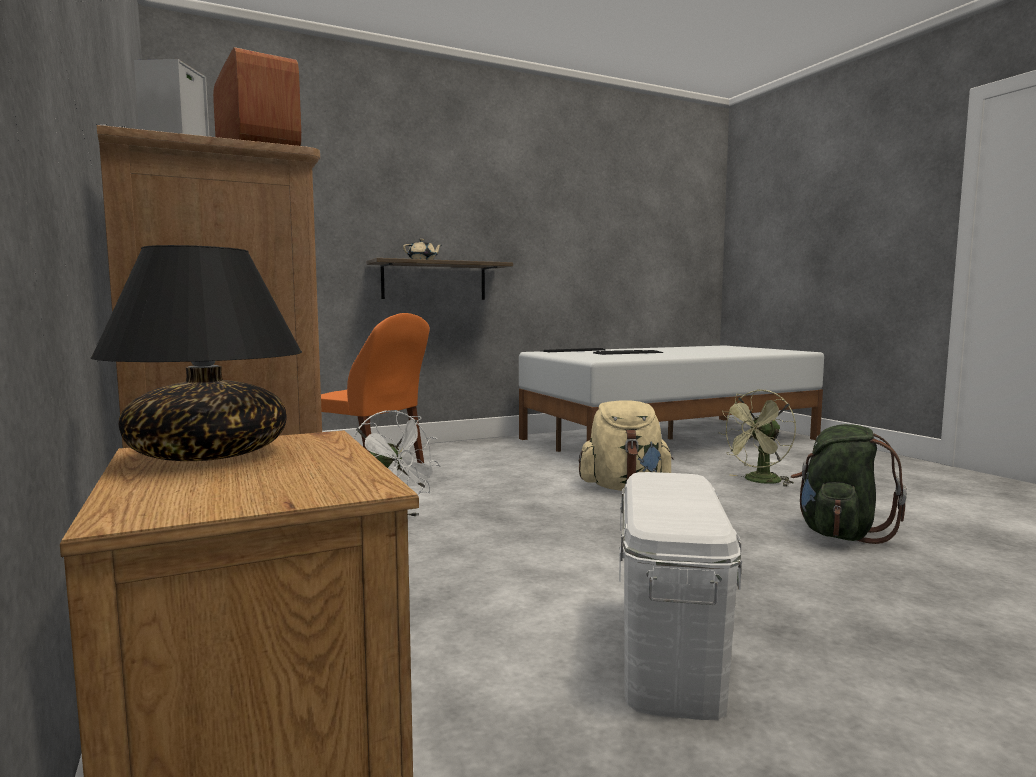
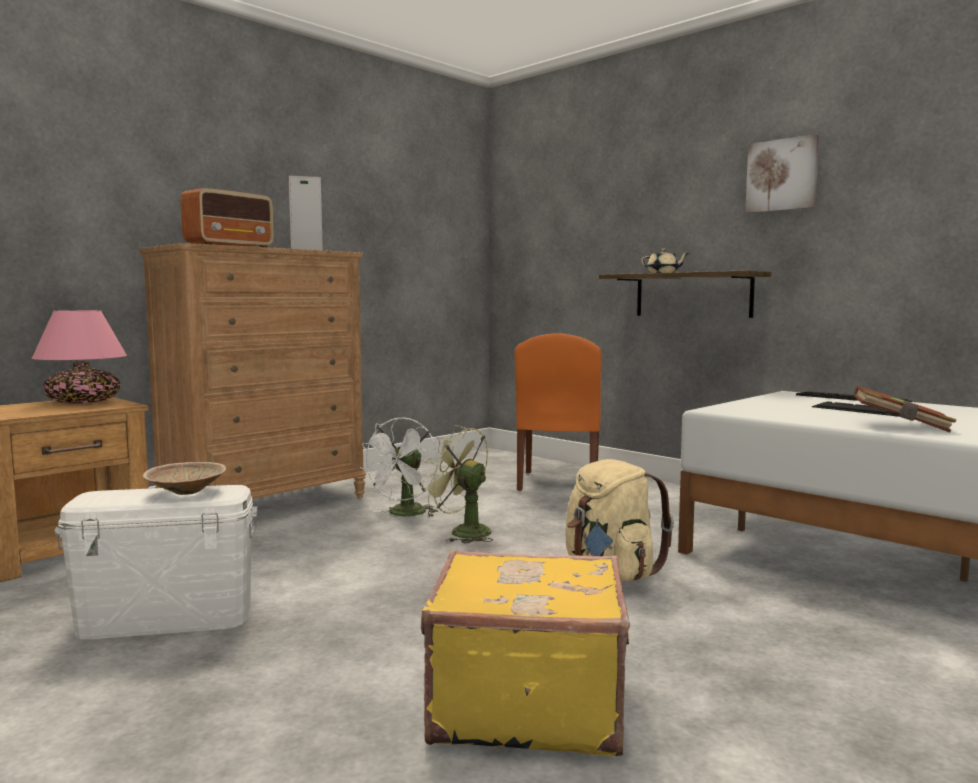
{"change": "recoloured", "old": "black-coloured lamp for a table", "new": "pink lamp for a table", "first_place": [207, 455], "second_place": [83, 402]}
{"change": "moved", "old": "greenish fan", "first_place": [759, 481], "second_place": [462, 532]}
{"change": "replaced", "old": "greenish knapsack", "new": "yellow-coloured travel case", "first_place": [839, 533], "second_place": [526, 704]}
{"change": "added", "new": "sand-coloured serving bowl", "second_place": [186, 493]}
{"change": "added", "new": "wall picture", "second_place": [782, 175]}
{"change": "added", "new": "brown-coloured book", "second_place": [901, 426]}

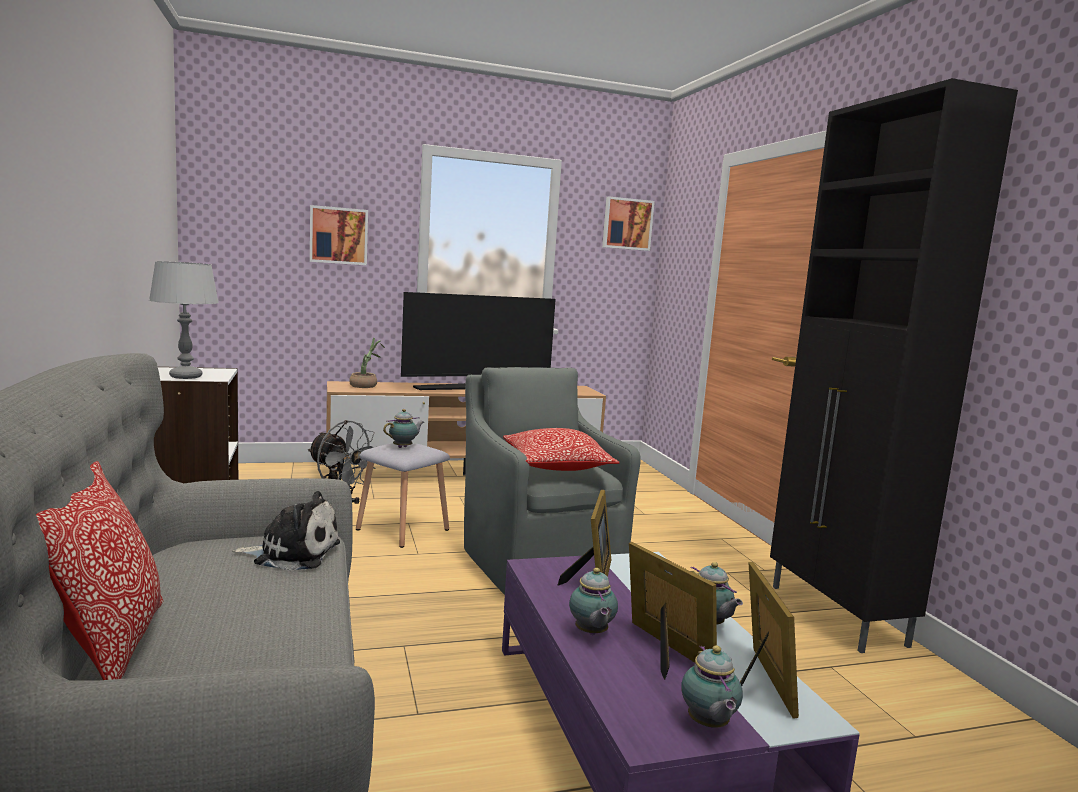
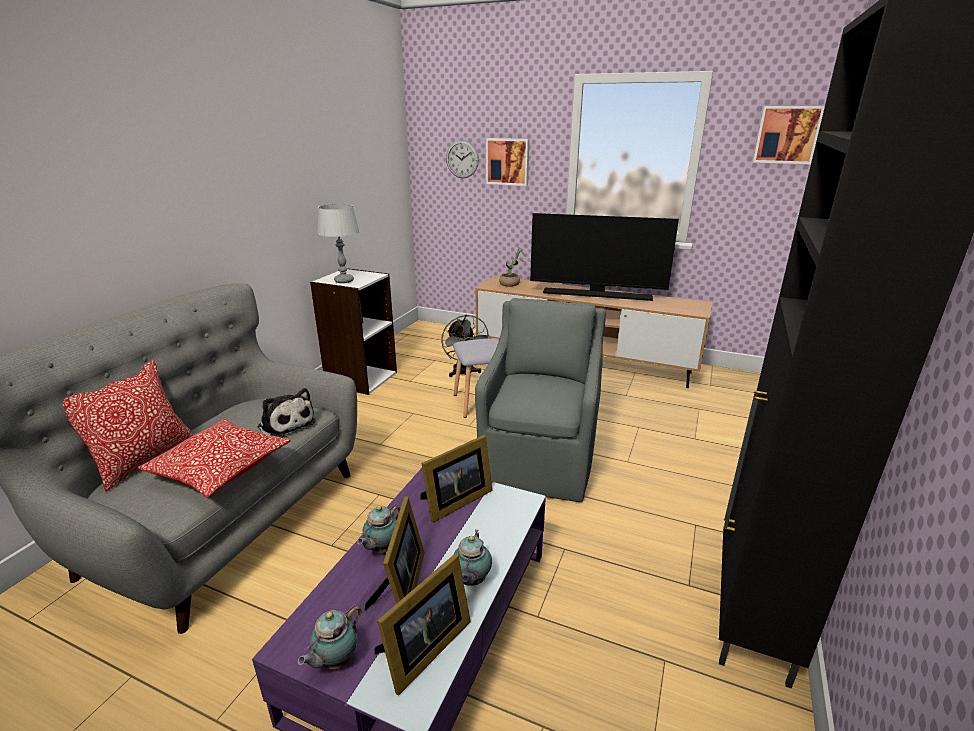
{"change": "removed", "old": "teapot", "first_place": [404, 447]}
{"change": "moved", "old": "cushion", "first_place": [556, 466], "second_place": [220, 469]}
{"change": "added", "new": "hanging clock", "second_place": [462, 159]}

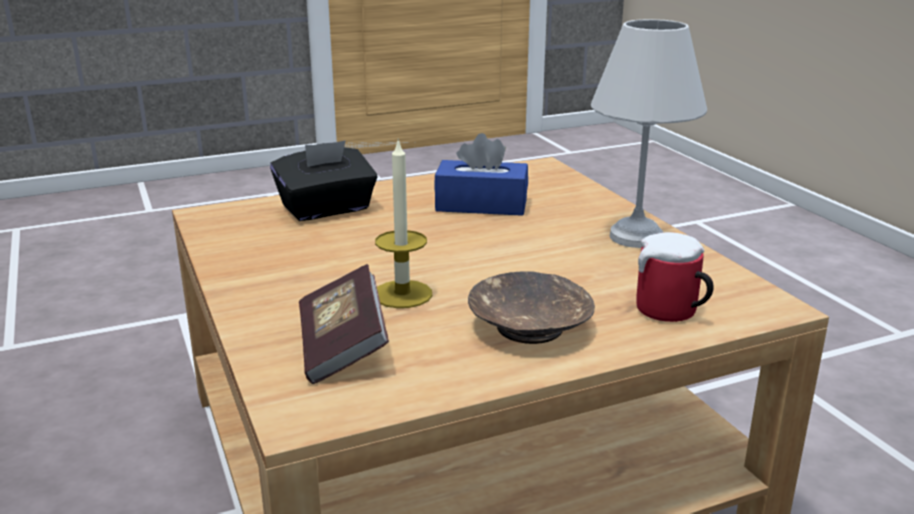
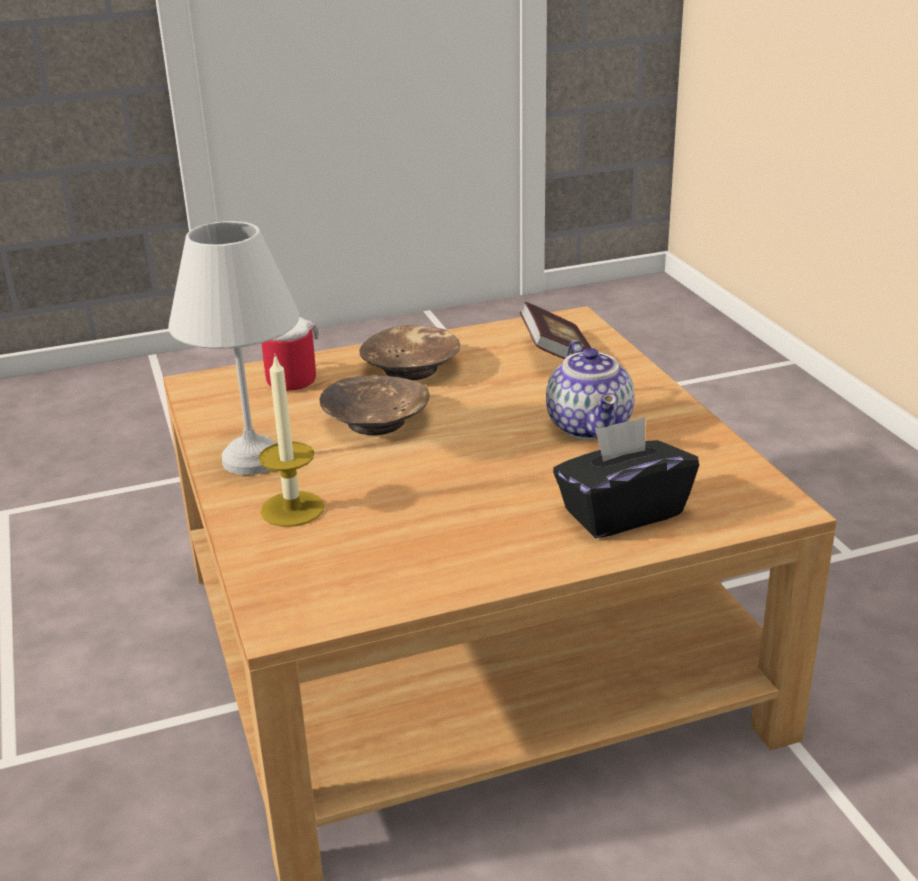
{"change": "moved", "old": "wax light", "first_place": [402, 294], "second_place": [292, 509]}
{"change": "removed", "old": "bluish box of tissues", "first_place": [481, 205]}
{"change": "added", "new": "brown-coloured serving bowl", "second_place": [376, 422]}
{"change": "added", "new": "teapot", "second_place": [591, 427]}

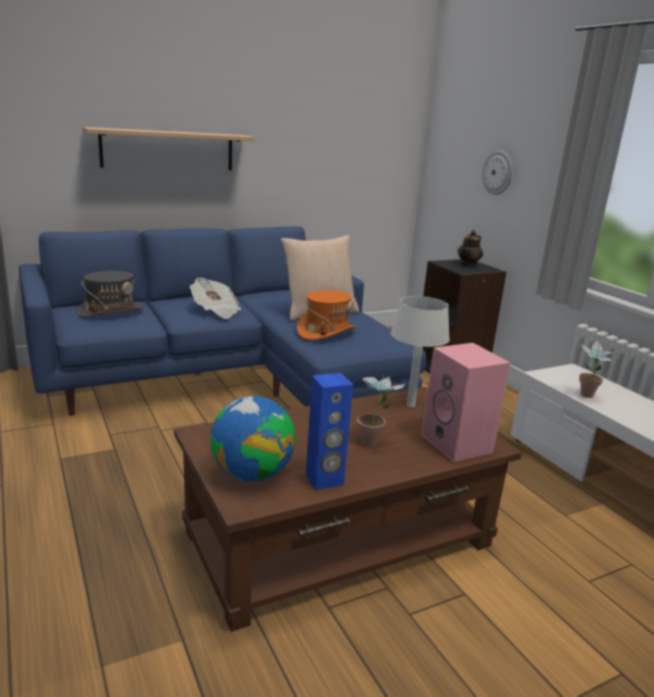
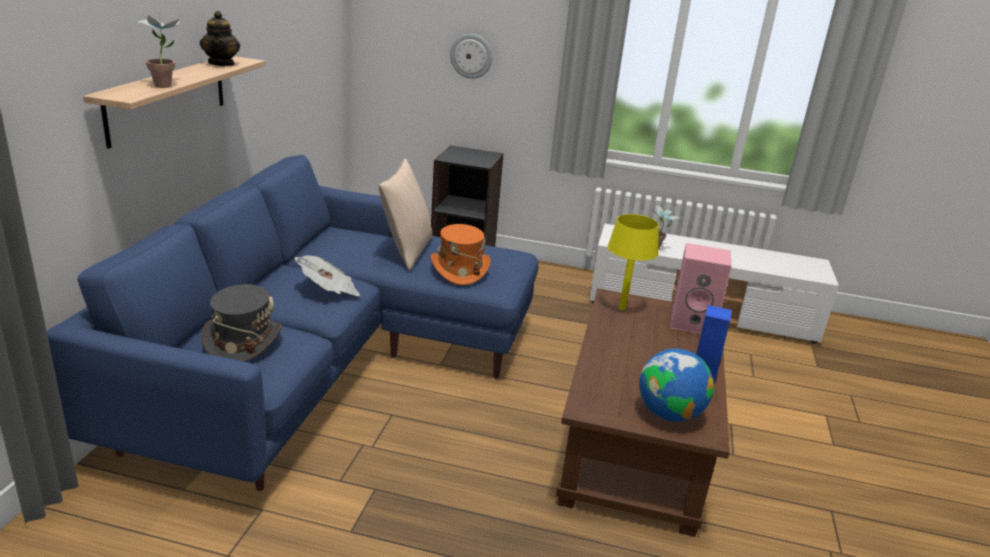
{"change": "moved", "old": "houseplant", "first_place": [374, 441], "second_place": [166, 85]}
{"change": "recoloured", "old": "whitish lamp for a table", "new": "yellow-coloured lamp for a table", "first_place": [410, 405], "second_place": [622, 308]}
{"change": "moved", "old": "teapot", "first_place": [468, 265], "second_place": [222, 64]}

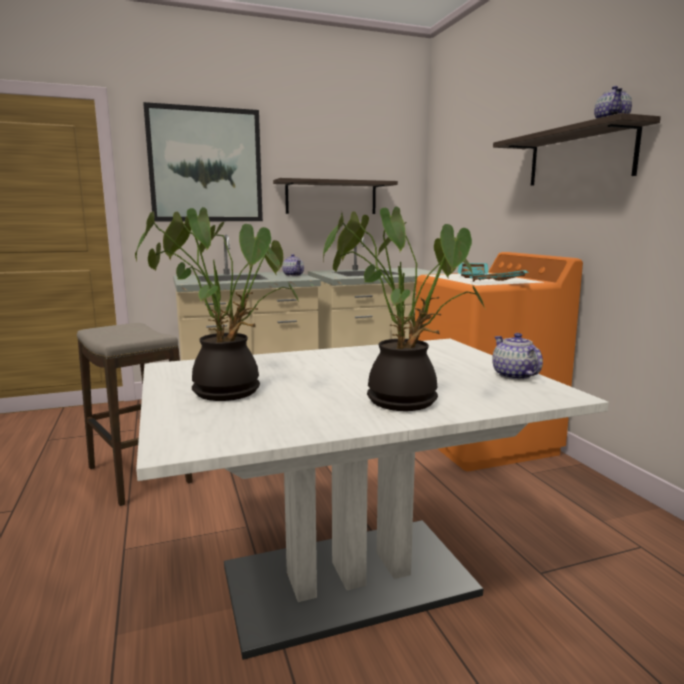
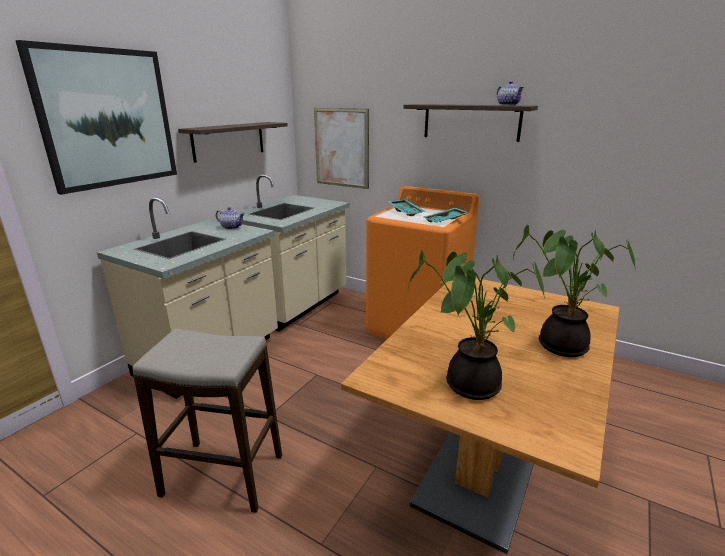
{"change": "recoloured", "old": "whitish kitchen table", "new": "brown-coloured kitchen table", "first_place": [348, 581], "second_place": [483, 465]}
{"change": "removed", "old": "teapot", "first_place": [514, 375]}
{"change": "added", "new": "wall picture", "second_place": [341, 148]}

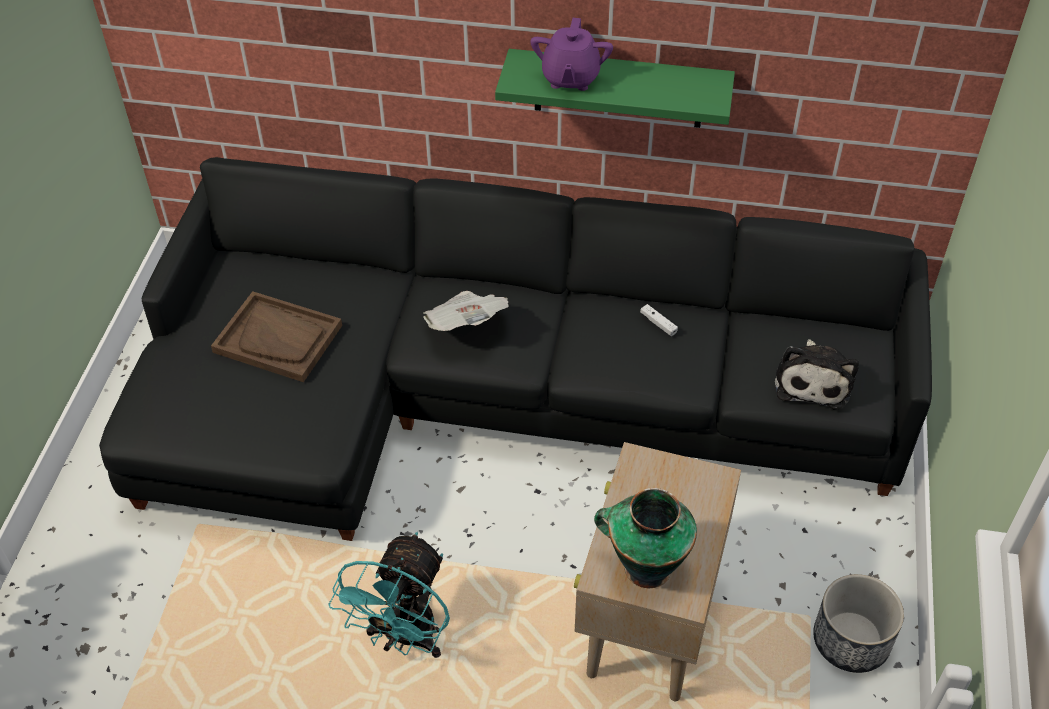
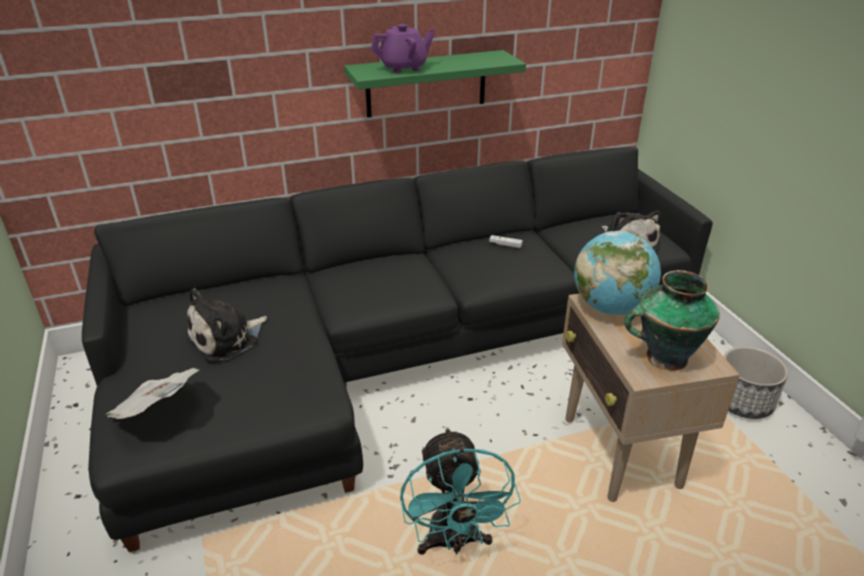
{"change": "replaced", "old": "brown-coloured carrying tray", "new": "cuddly toy", "first_place": [278, 339], "second_place": [227, 338]}
{"change": "moved", "old": "printed paper", "first_place": [466, 325], "second_place": [158, 411]}
{"change": "turned", "old": "purple teapot", "first_place": [570, 78], "second_place": [404, 68], "degrees": -90}
{"change": "added", "new": "globe", "second_place": [610, 307]}

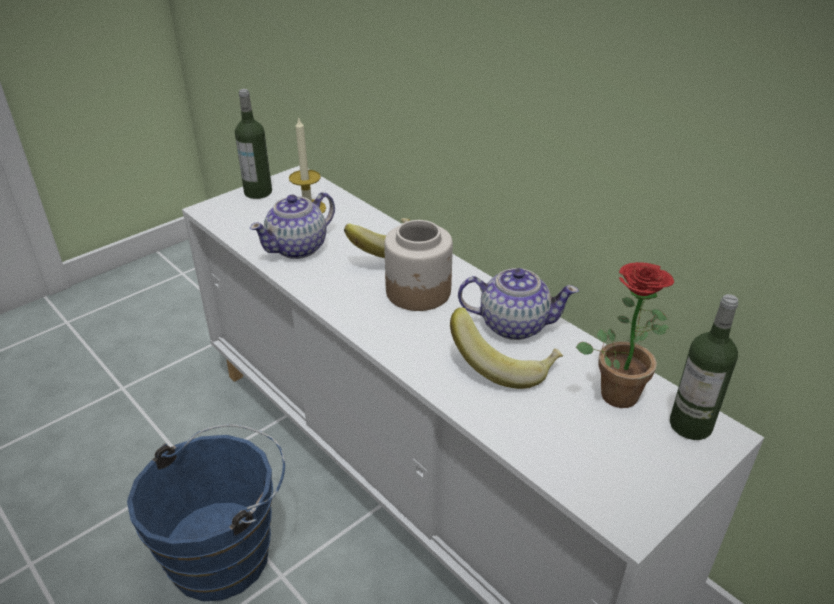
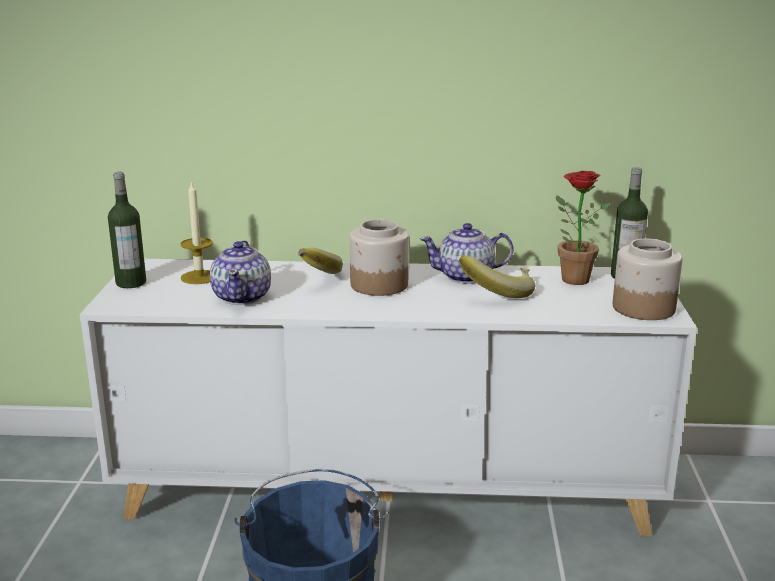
{"change": "turned", "old": "teapot", "first_place": [513, 325], "second_place": [466, 276], "degrees": -150}
{"change": "added", "new": "storage jar", "second_place": [642, 308]}

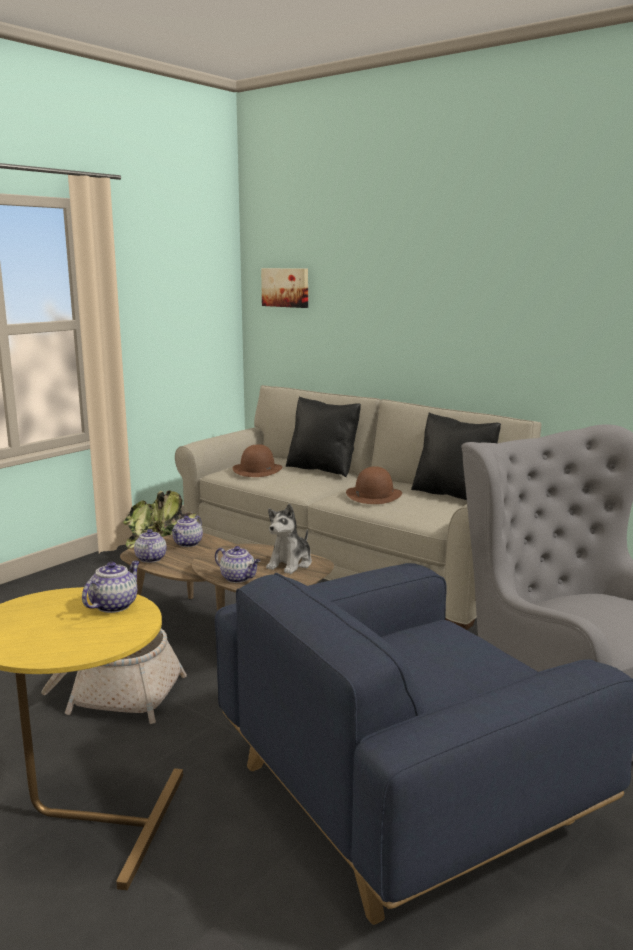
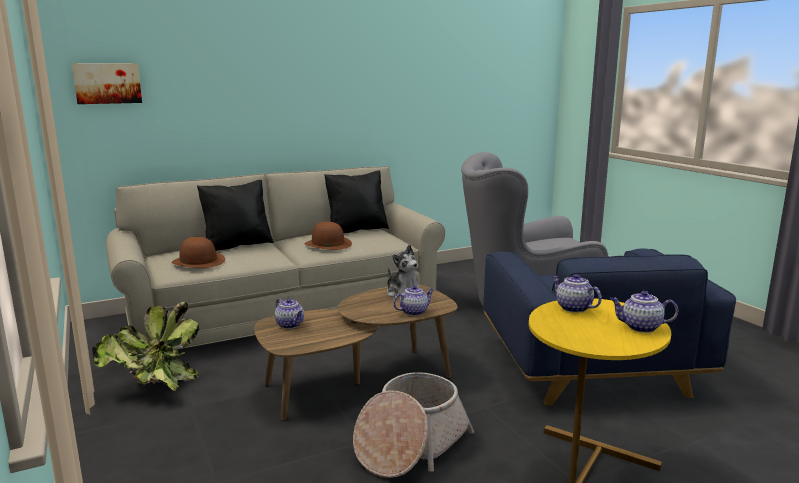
{"change": "moved", "old": "teapot", "first_place": [150, 558], "second_place": [640, 327]}

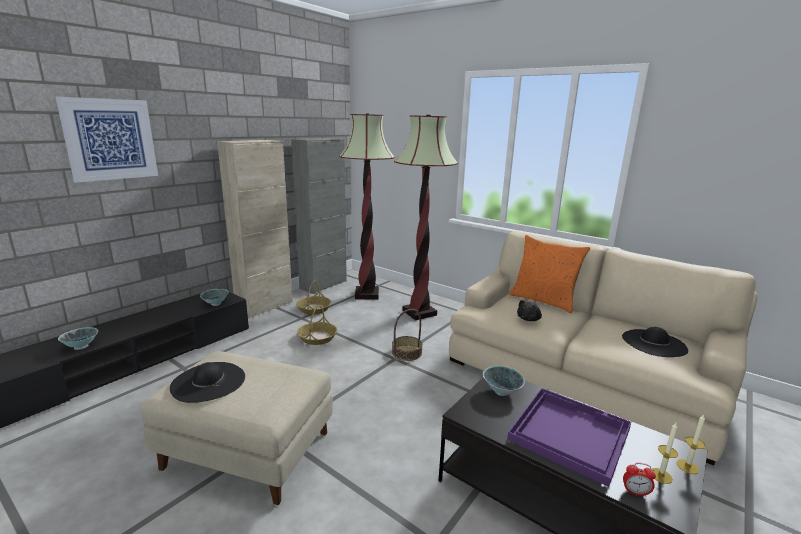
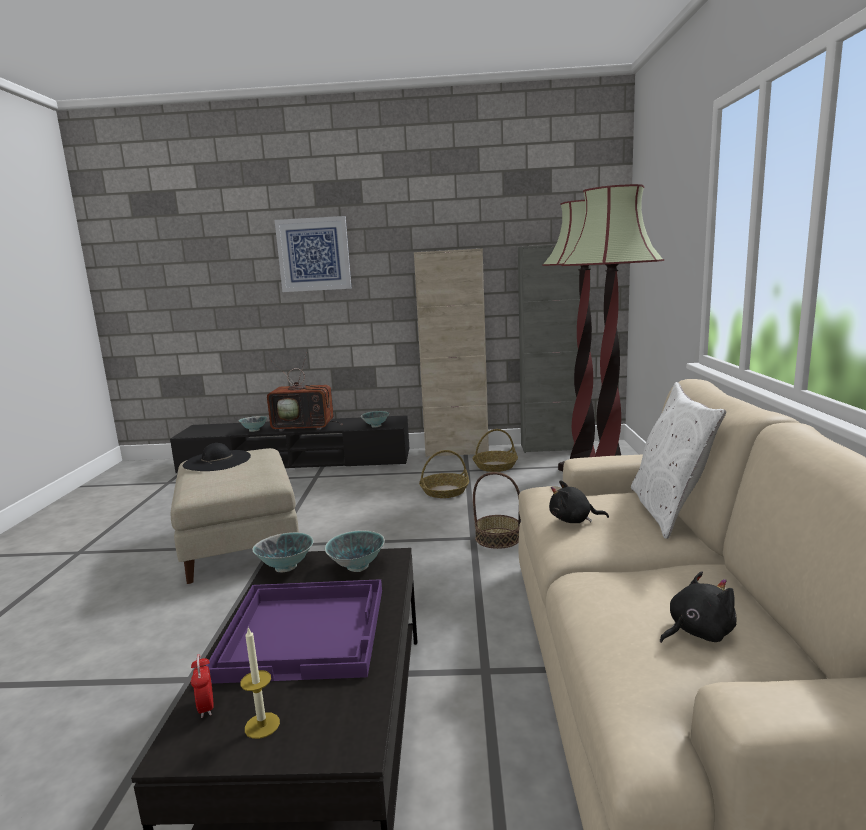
{"change": "recoloured", "old": "orange-coloured cushion", "new": "whitish cushion", "first_place": [543, 300], "second_place": [669, 511]}
{"change": "replaced", "old": "black-coloured clothing hat", "new": "black-coloured cuddly toy", "first_place": [653, 343], "second_place": [697, 632]}
{"change": "removed", "old": "wax light", "first_place": [687, 466]}
{"change": "added", "new": "serving bowl", "second_place": [286, 567]}
{"change": "added", "new": "TV", "second_place": [306, 427]}

